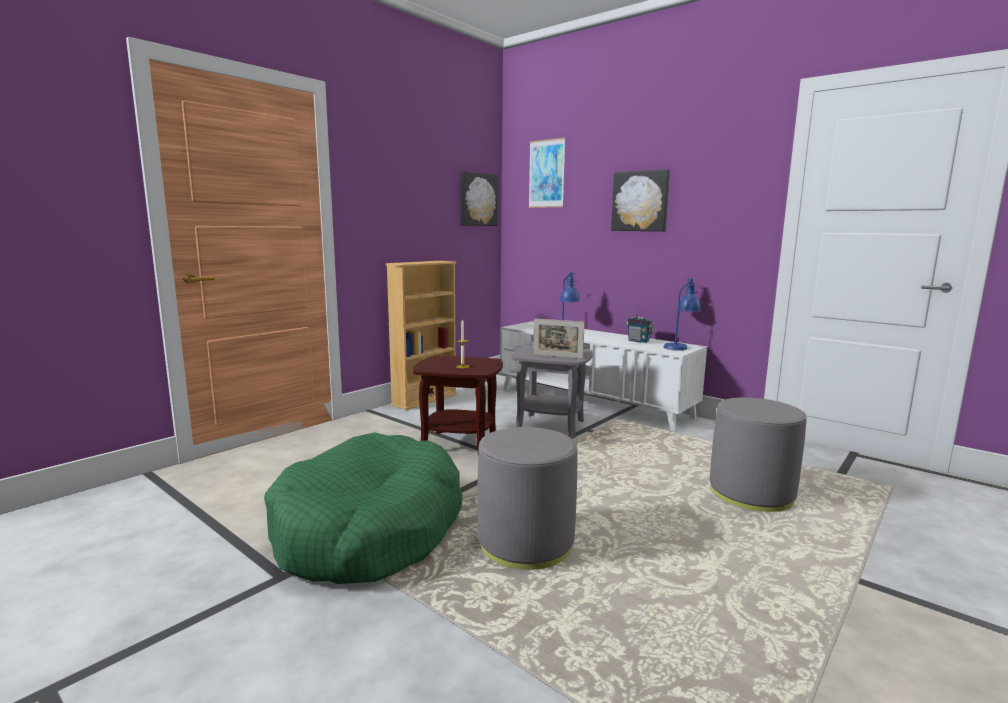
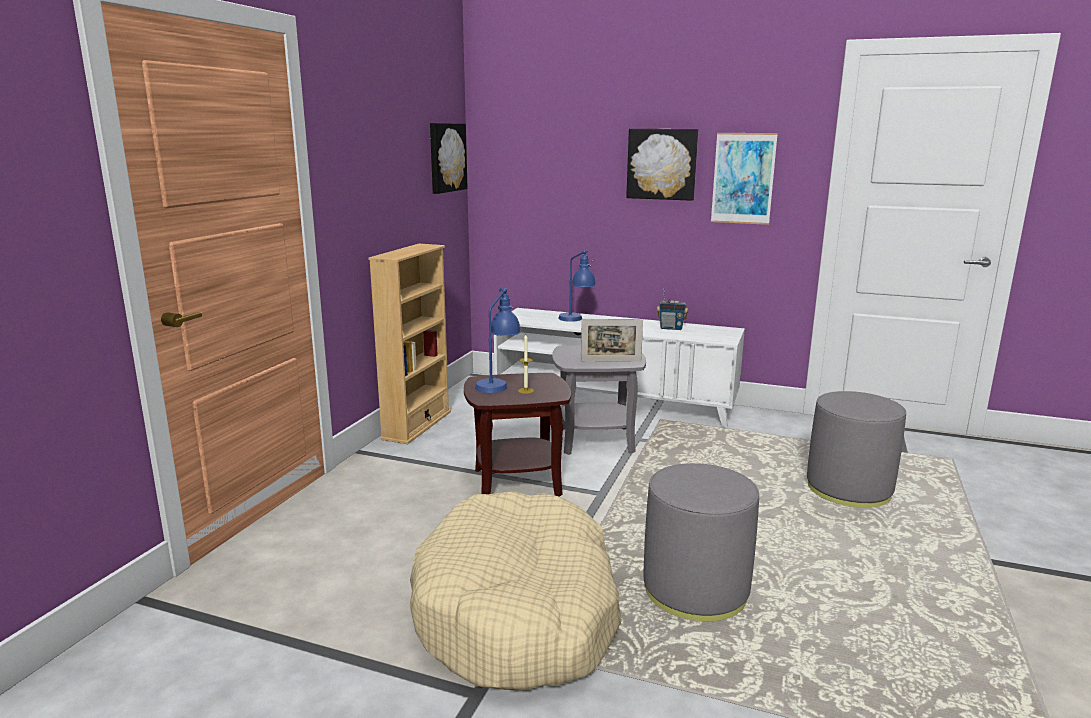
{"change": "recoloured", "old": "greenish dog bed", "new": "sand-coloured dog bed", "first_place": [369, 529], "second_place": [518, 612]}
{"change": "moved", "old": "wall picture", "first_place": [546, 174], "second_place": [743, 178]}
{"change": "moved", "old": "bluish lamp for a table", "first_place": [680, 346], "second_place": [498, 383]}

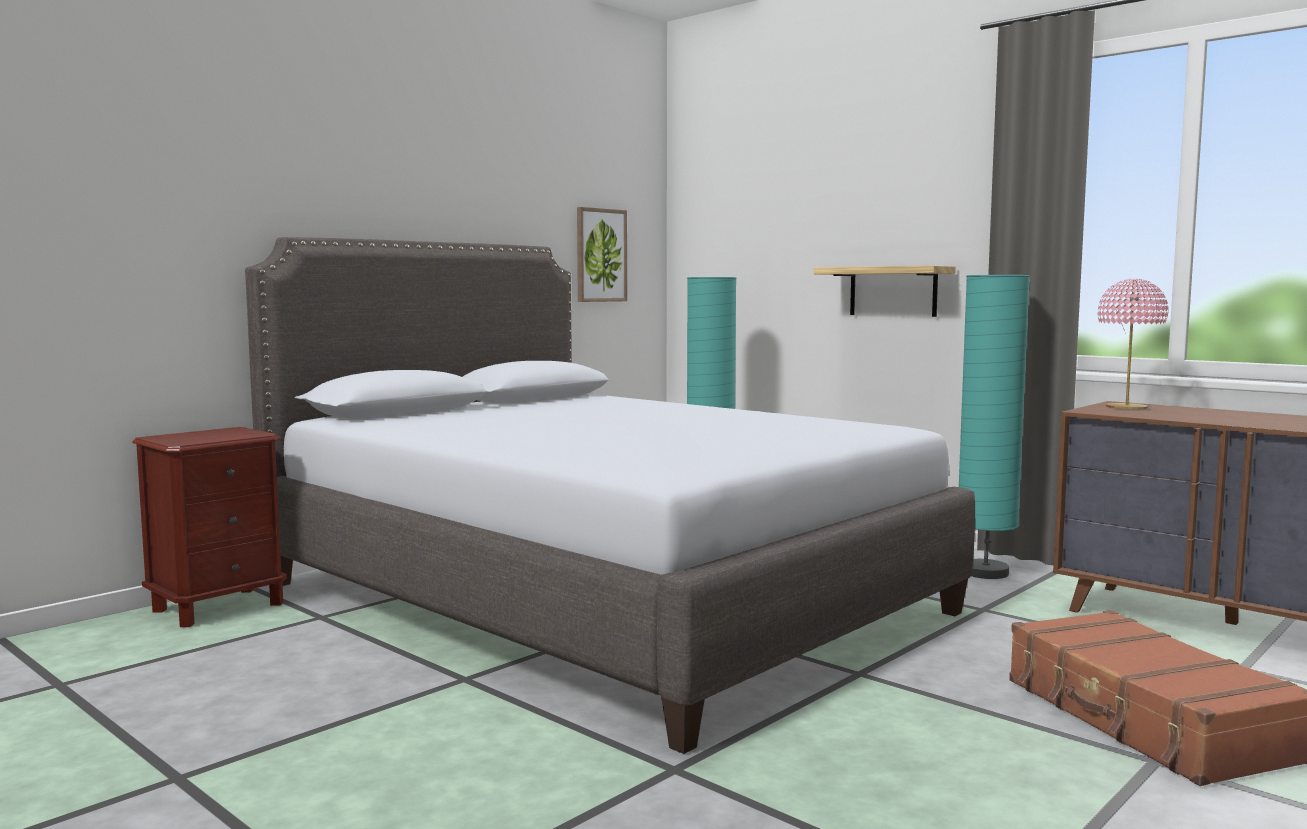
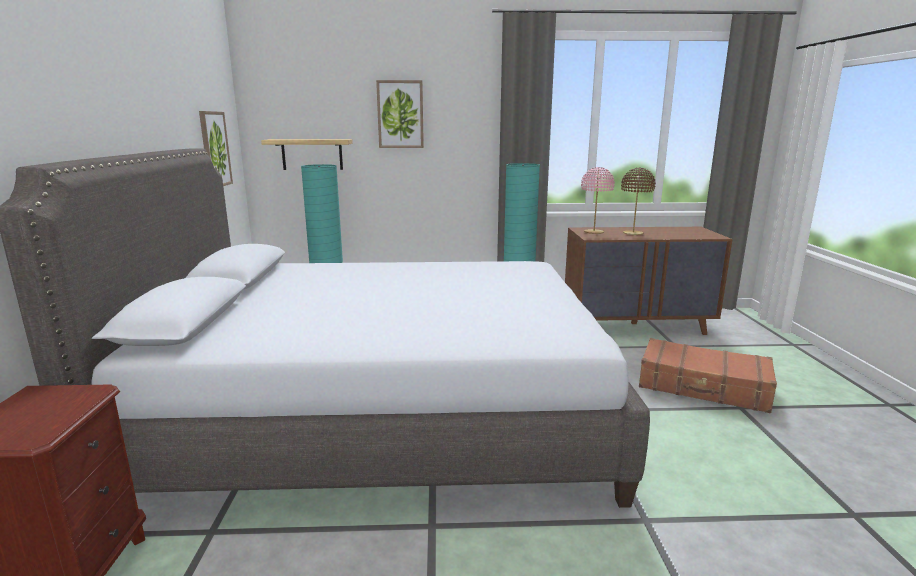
{"change": "moved", "old": "wall shelf", "first_place": [893, 291], "second_place": [312, 154]}
{"change": "added", "new": "wall picture", "second_place": [400, 114]}
{"change": "added", "new": "brown-coloured lamp for a table", "second_place": [633, 233]}

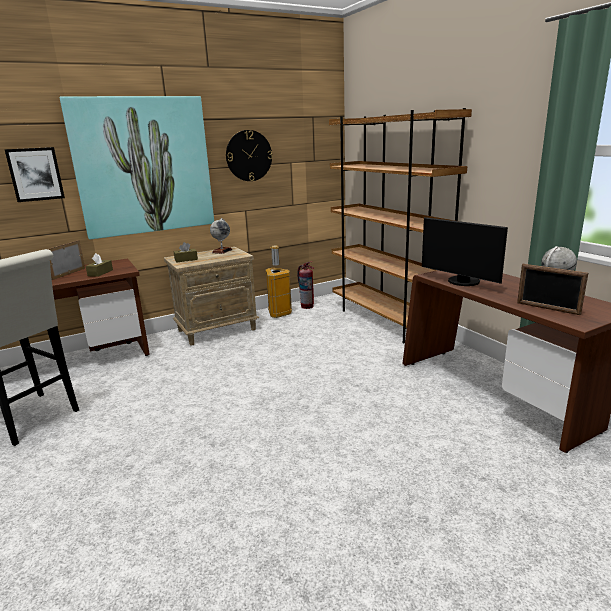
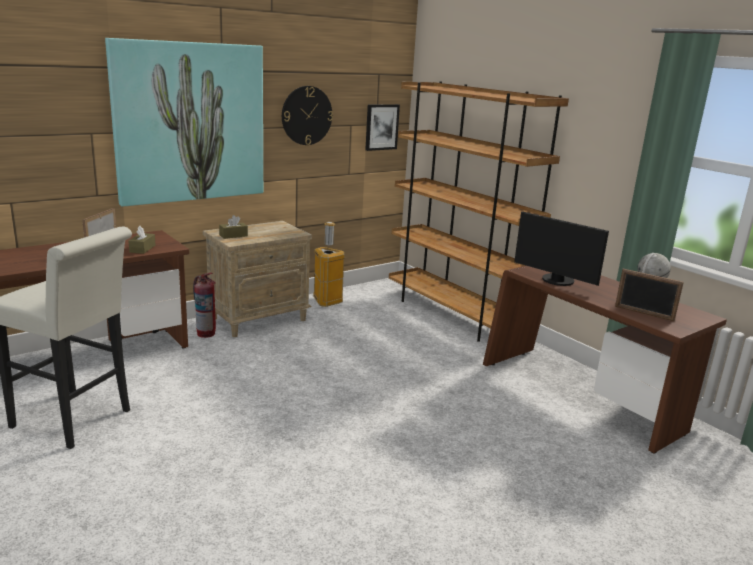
{"change": "moved", "old": "wall picture", "first_place": [35, 174], "second_place": [381, 127]}
{"change": "removed", "old": "globe", "first_place": [222, 251]}
{"change": "moved", "old": "fire extinguisher", "first_place": [307, 306], "second_place": [206, 333]}

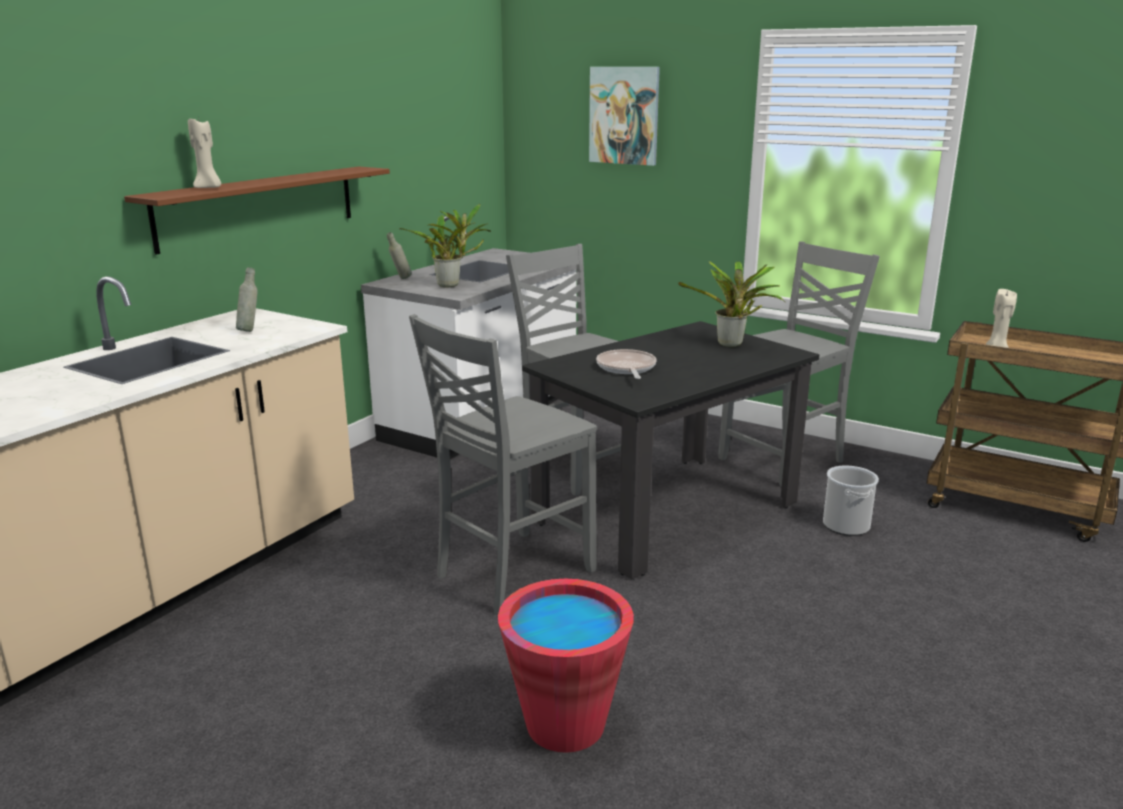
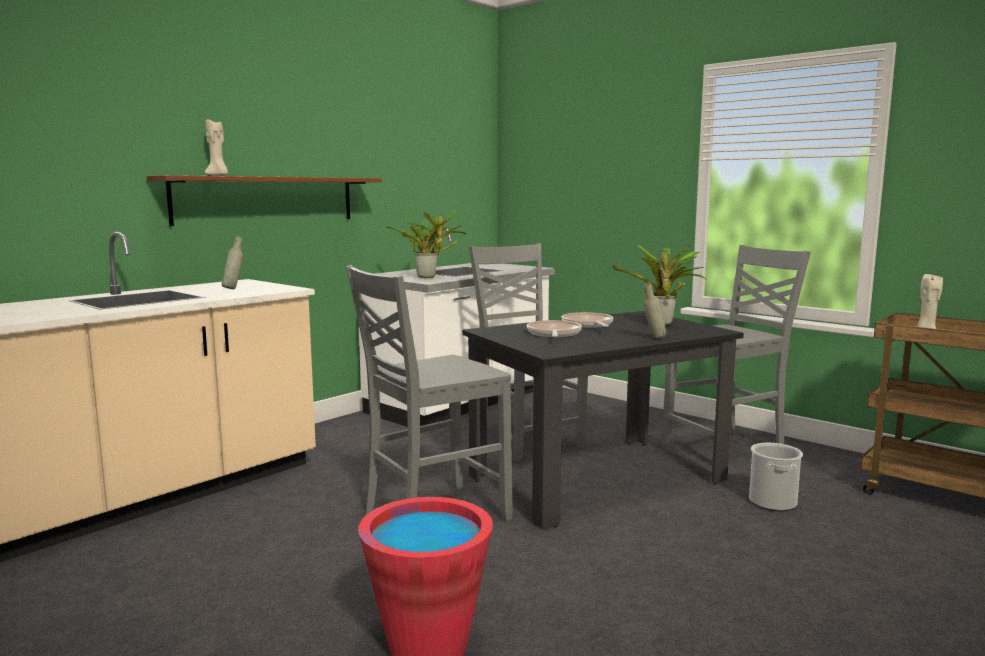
{"change": "moved", "old": "grey drink bottle", "first_place": [400, 279], "second_place": [653, 338]}
{"change": "removed", "old": "wall picture", "first_place": [624, 115]}
{"change": "added", "new": "skillet", "second_place": [588, 325]}

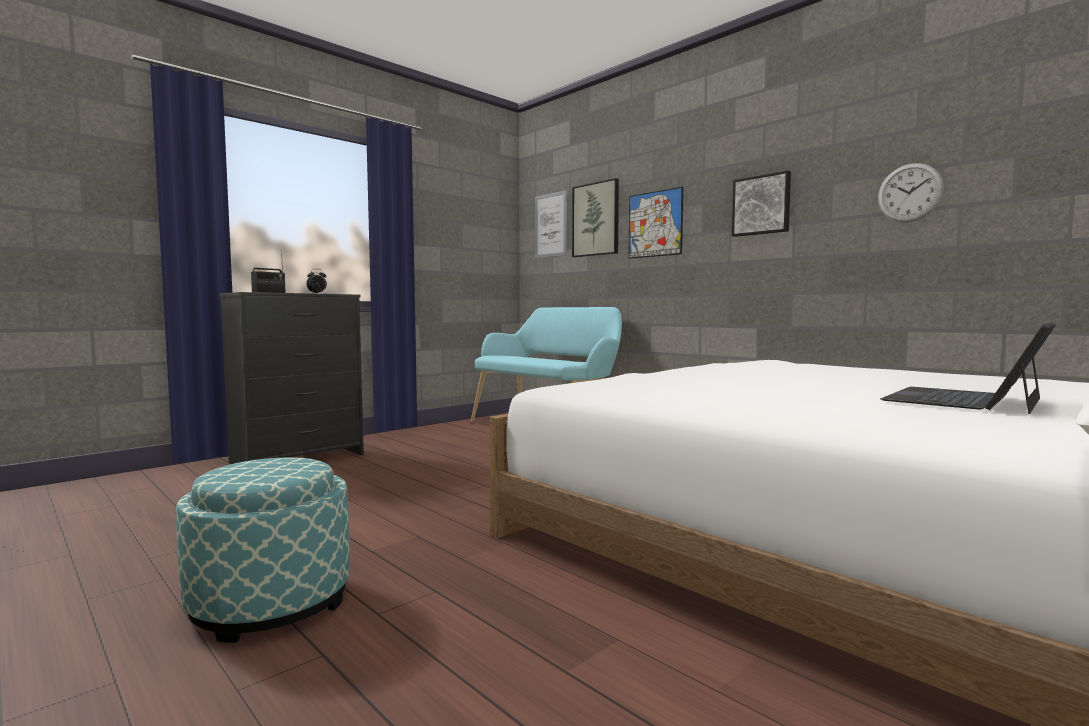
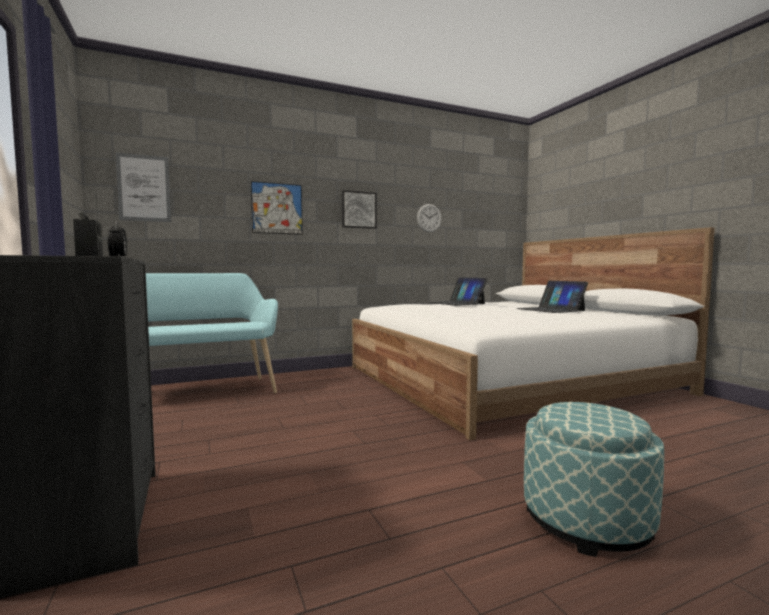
{"change": "removed", "old": "wall picture", "first_place": [596, 219]}
{"change": "added", "new": "laptop", "second_place": [456, 303]}

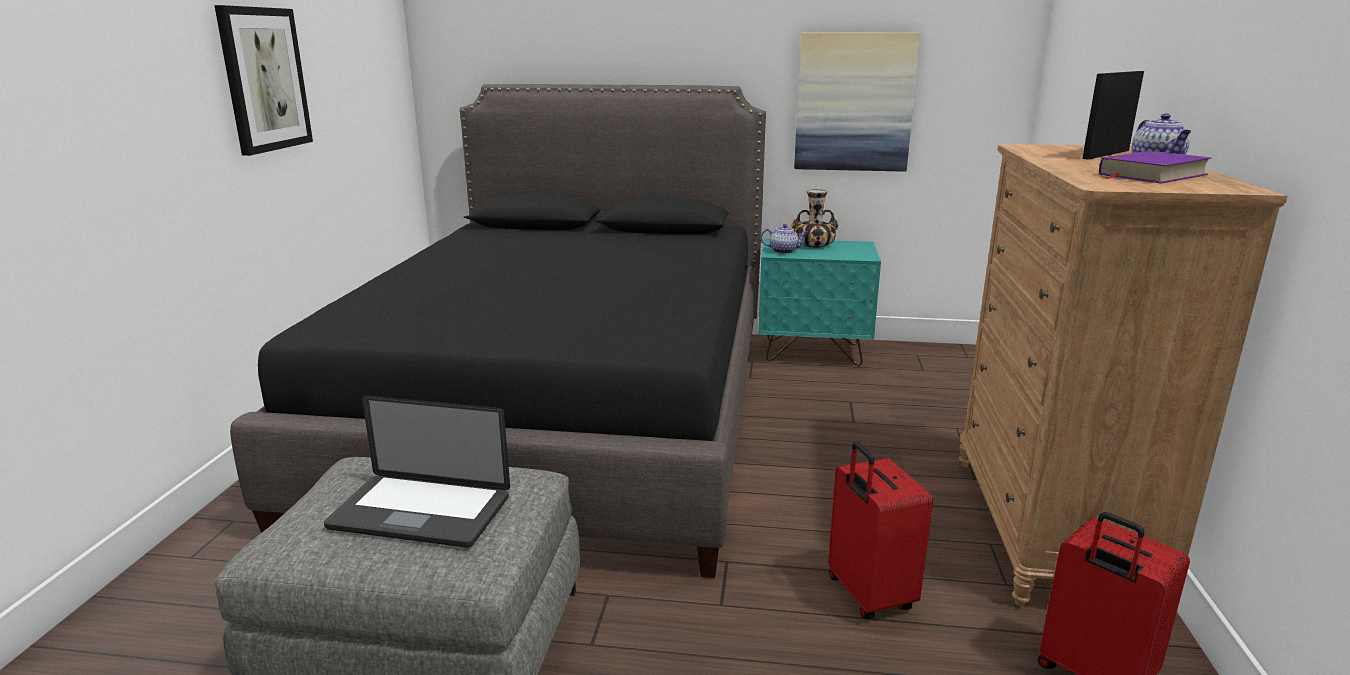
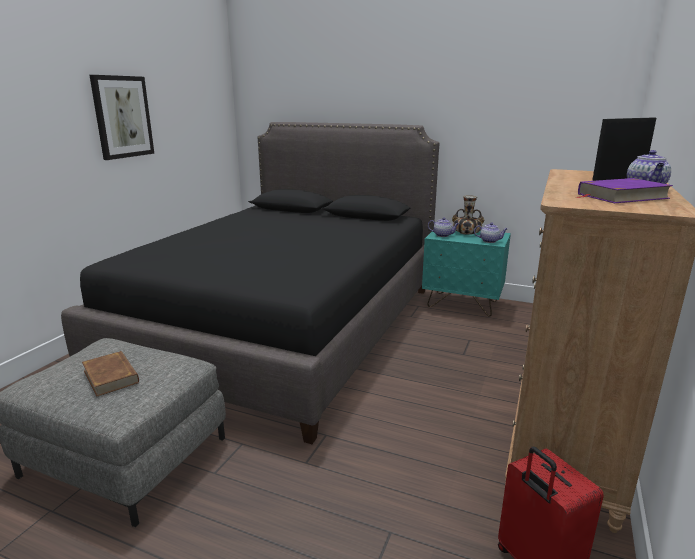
{"change": "replaced", "old": "laptop", "new": "brown-coloured book", "first_place": [420, 513], "second_place": [111, 376]}
{"change": "removed", "old": "wall picture", "first_place": [854, 102]}
{"change": "removed", "old": "reddish travel case", "first_place": [868, 595]}
{"change": "added", "new": "teapot", "second_place": [490, 241]}

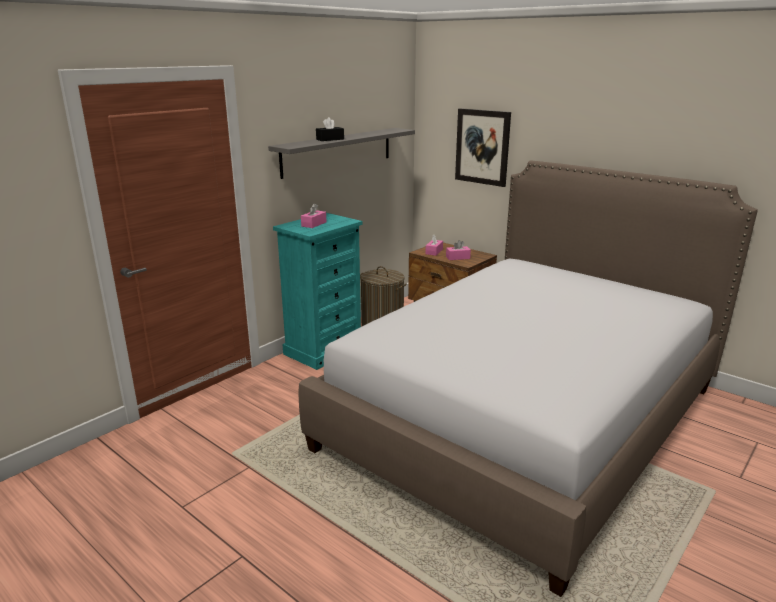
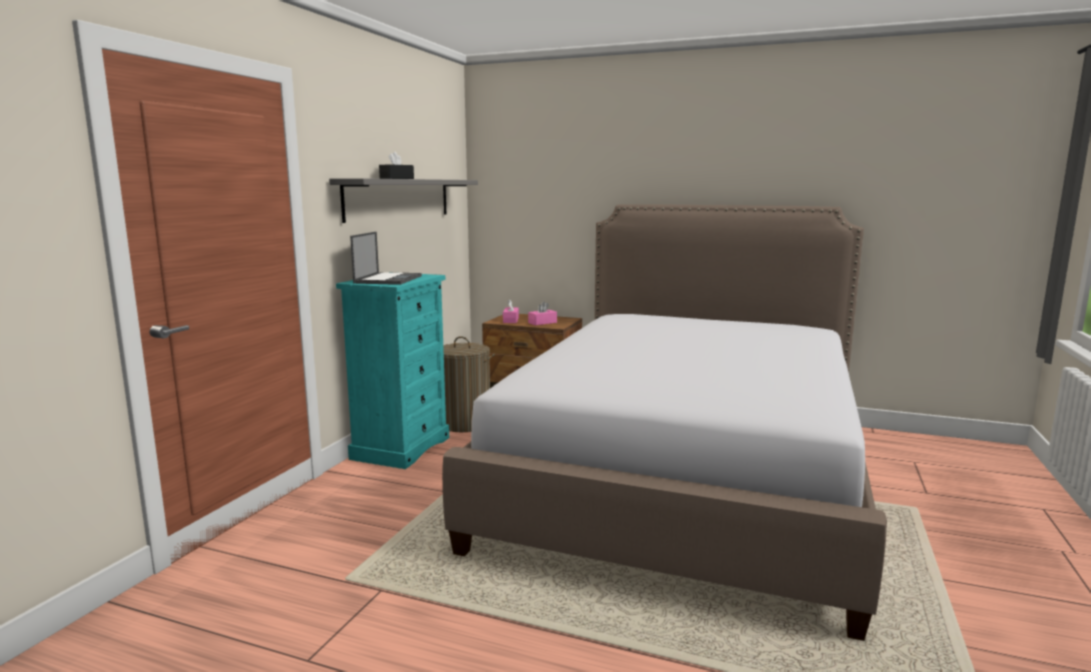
{"change": "replaced", "old": "pink box of tissues", "new": "laptop", "first_place": [314, 224], "second_place": [388, 279]}
{"change": "removed", "old": "wall picture", "first_place": [482, 147]}

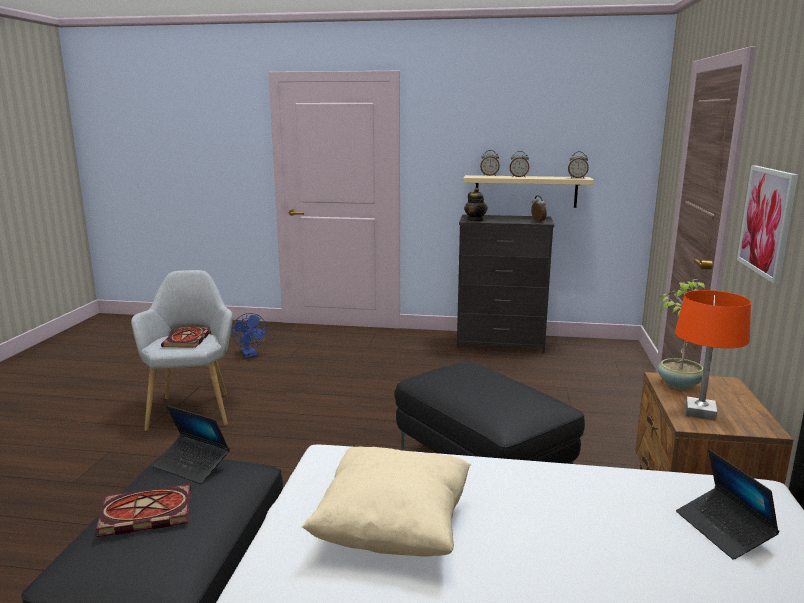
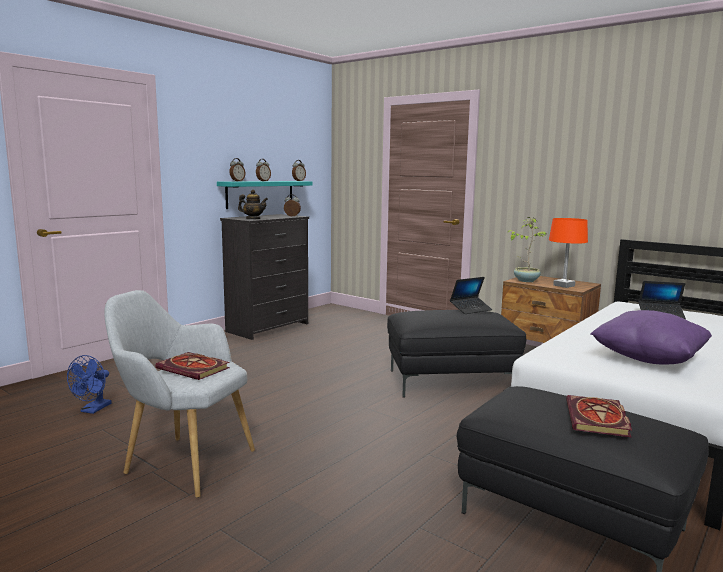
{"change": "moved", "old": "laptop", "first_place": [192, 465], "second_place": [471, 309]}
{"change": "turned", "old": "bluish fan", "first_place": [250, 355], "second_place": [93, 410], "degrees": 105}
{"change": "recoloured", "old": "sand-coloured cushion", "new": "purple cushion", "first_place": [393, 530], "second_place": [648, 359]}
{"change": "recoloured", "old": "sand-coloured wall shelf", "new": "turquoise-coloured wall shelf", "first_place": [526, 191], "second_place": [260, 194]}
{"change": "removed", "old": "wall picture", "first_place": [767, 221]}

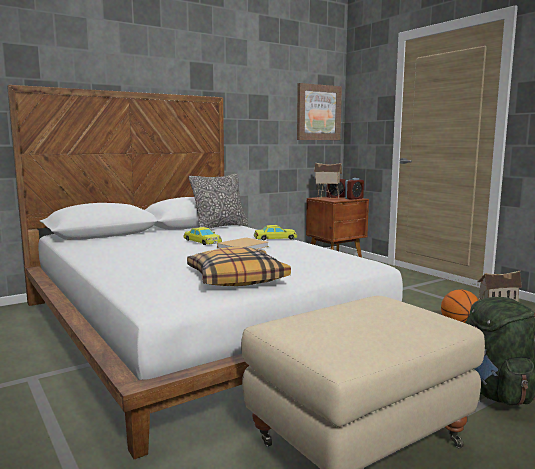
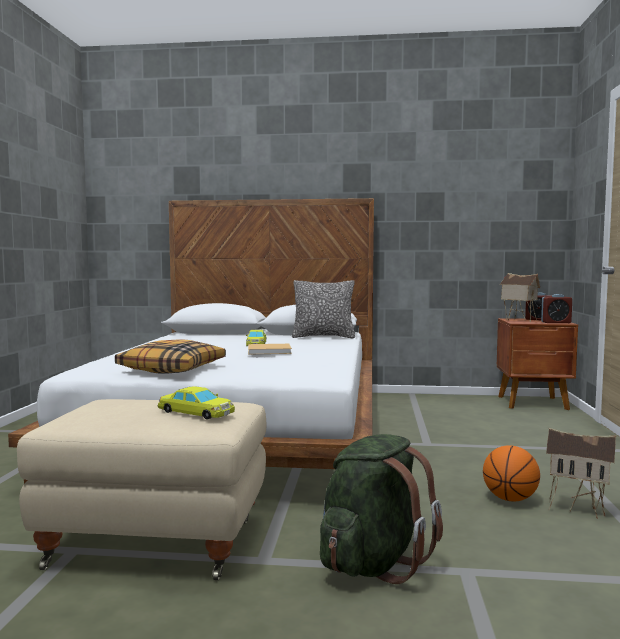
{"change": "moved", "old": "yellow-coloured model car", "first_place": [275, 238], "second_place": [196, 412]}
{"change": "removed", "old": "wall picture", "first_place": [318, 112]}

